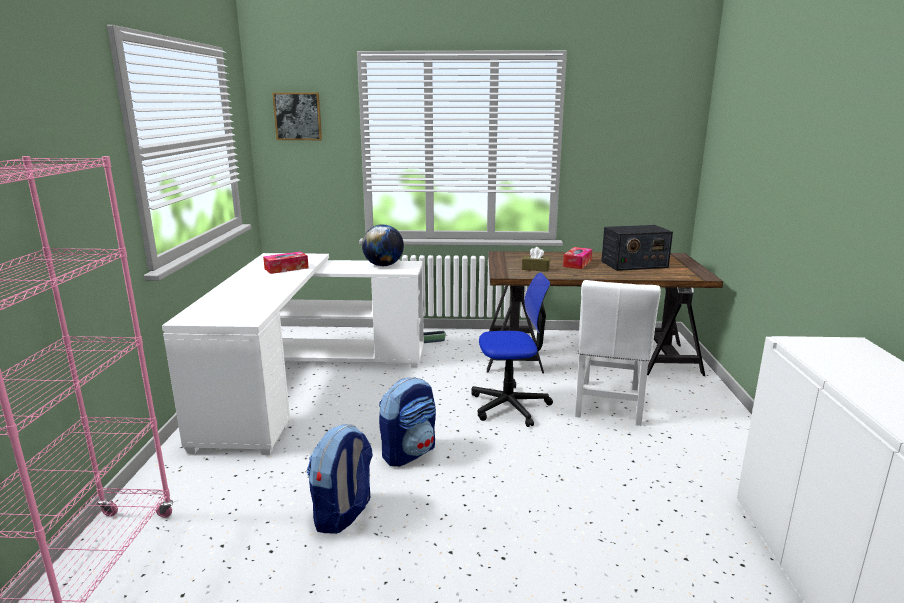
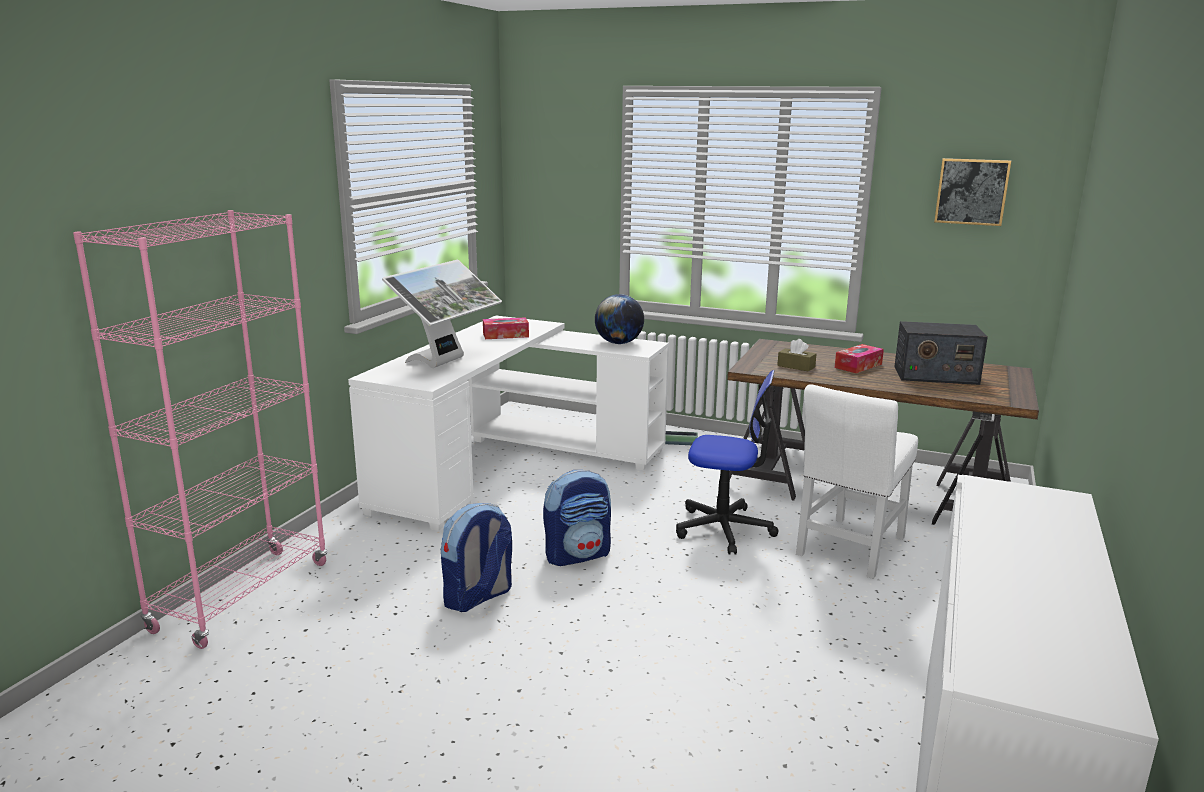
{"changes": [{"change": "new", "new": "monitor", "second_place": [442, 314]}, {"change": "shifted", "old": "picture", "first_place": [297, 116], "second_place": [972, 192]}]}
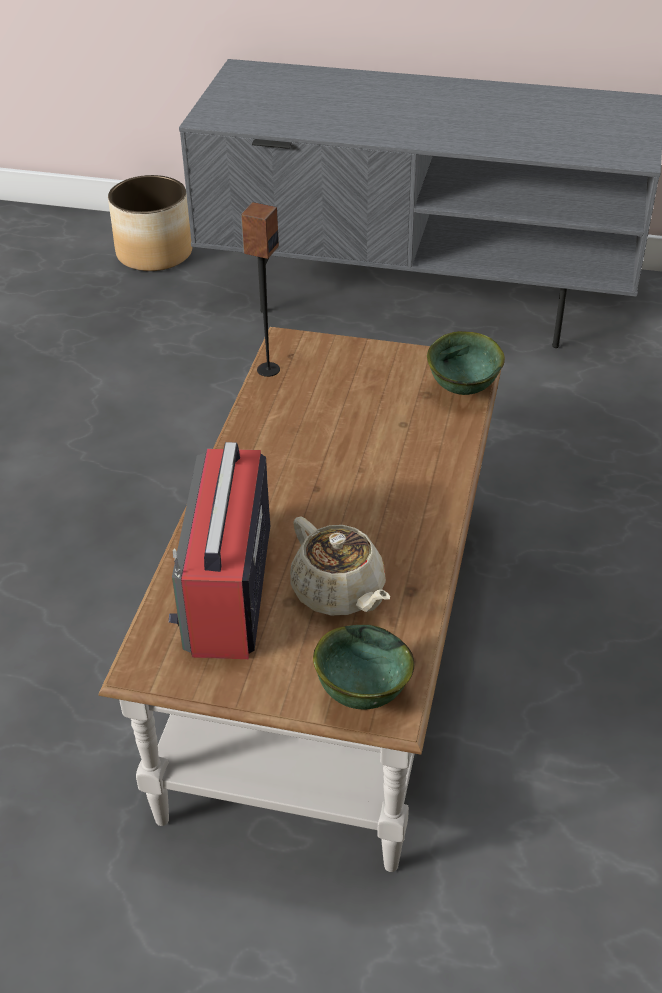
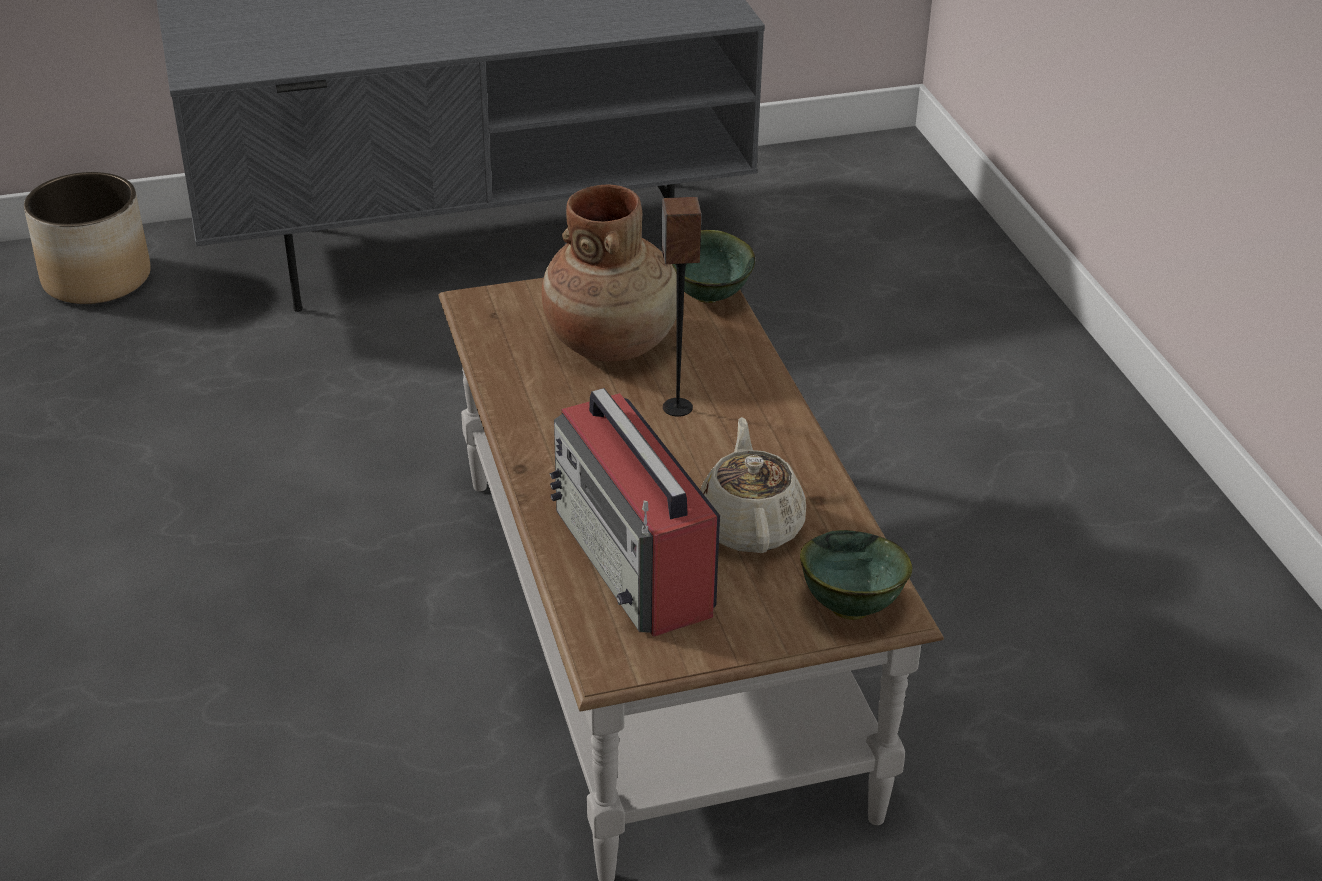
{"changes": [{"change": "new", "new": "brown vase", "second_place": [609, 272]}, {"change": "shifted", "old": "speaker", "first_place": [260, 289], "second_place": [681, 307]}, {"change": "rotated", "old": "beige teapot", "first_place": [340, 566], "second_place": [753, 485], "degrees": -120}]}
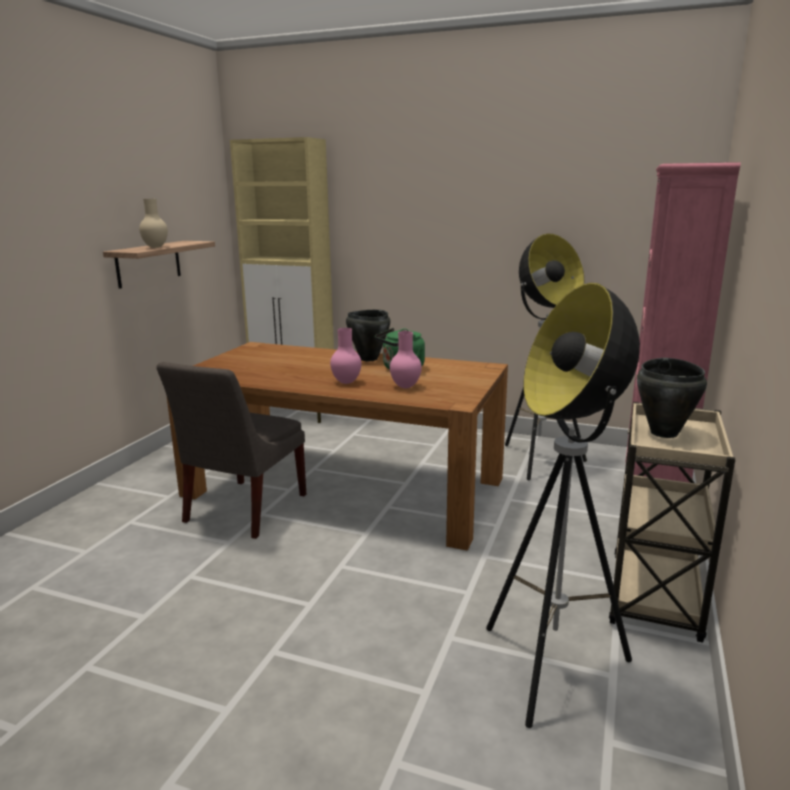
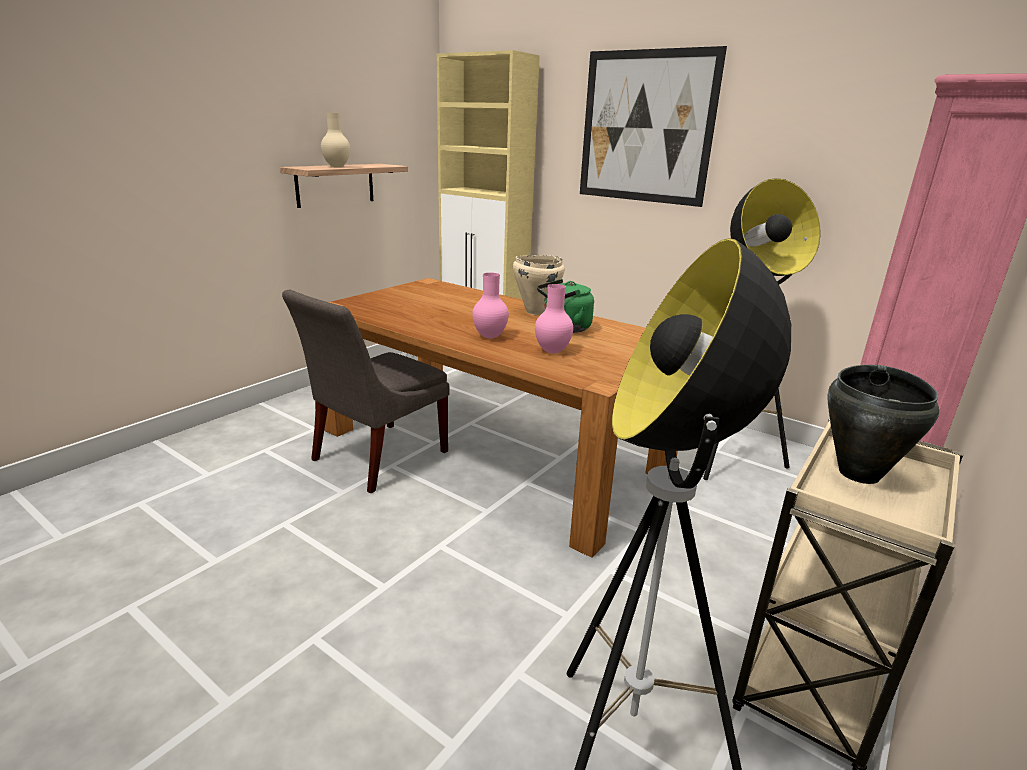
{"changes": [{"change": "repainted", "old": "black cooking pot", "new": "beige cooking pot", "first_place": [368, 335], "second_place": [539, 285]}, {"change": "new", "new": "picture", "second_place": [653, 126]}]}
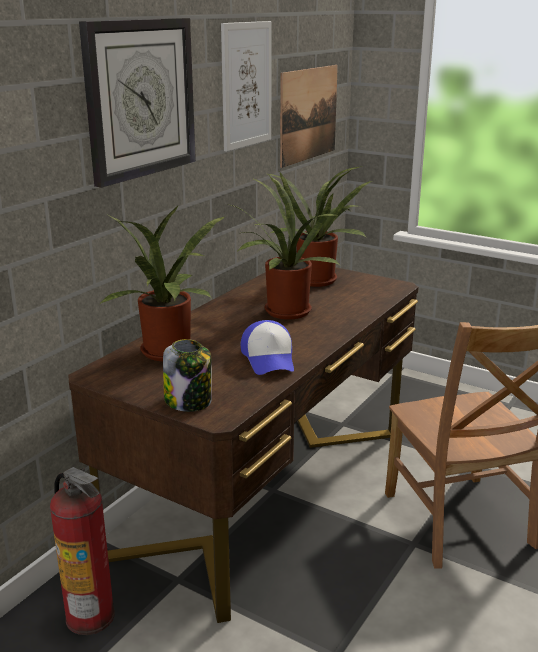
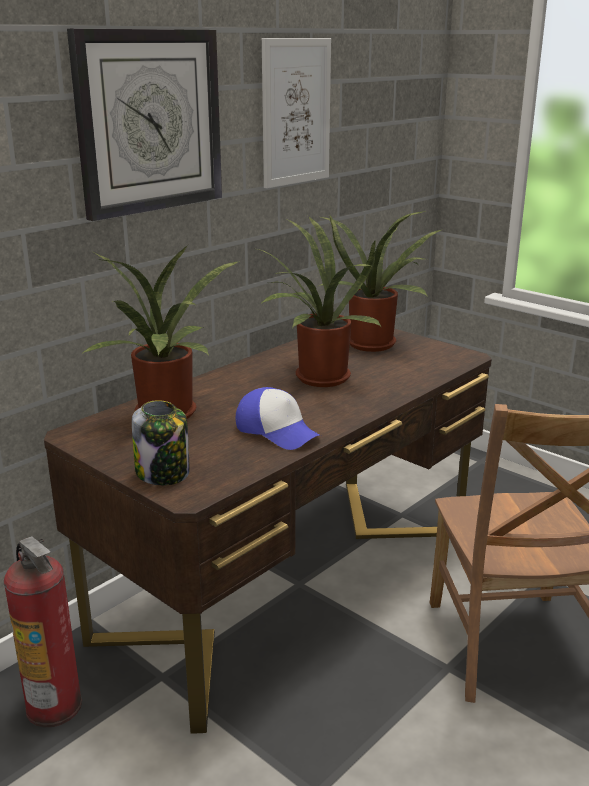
{"changes": [{"change": "rotated", "old": "cap", "first_place": [267, 347], "second_place": [278, 418], "degrees": -45}, {"change": "gone", "old": "picture", "first_place": [309, 116]}]}
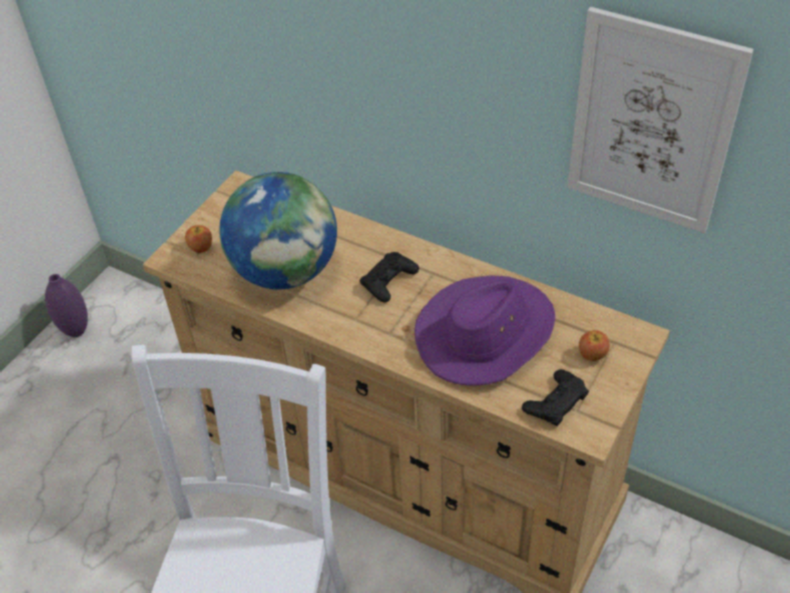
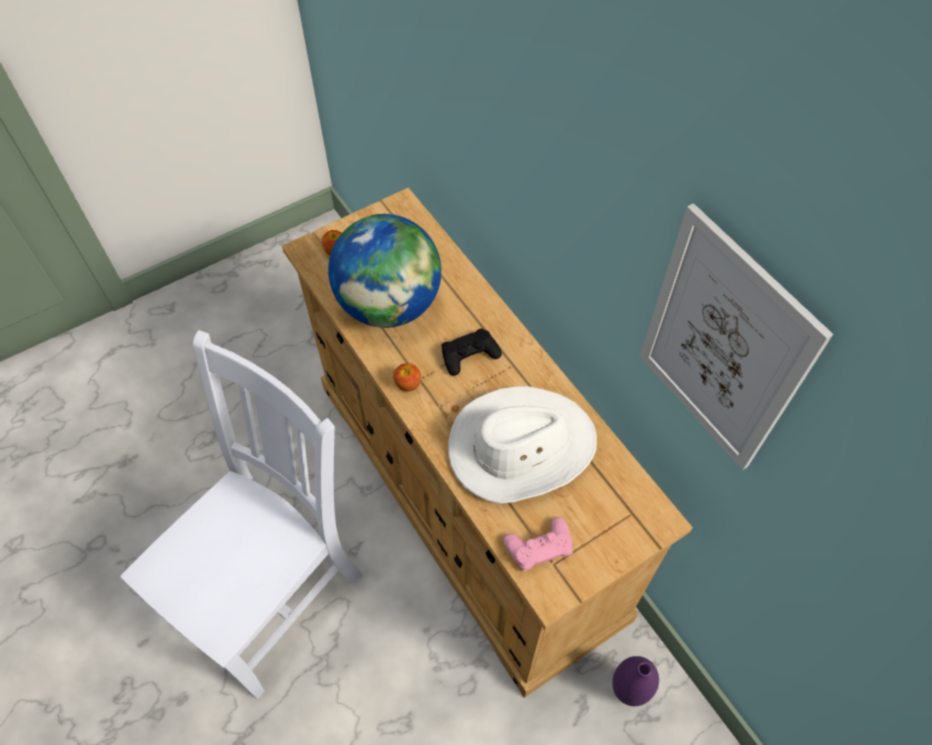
{"changes": [{"change": "shifted", "old": "apple", "first_place": [594, 345], "second_place": [407, 377]}, {"change": "repainted", "old": "purple hat", "new": "white hat", "first_place": [484, 330], "second_place": [522, 445]}, {"change": "repainted", "old": "black game controller", "new": "pink game controller", "first_place": [555, 397], "second_place": [538, 544]}, {"change": "shifted", "old": "purple vase", "first_place": [66, 305], "second_place": [635, 681]}]}
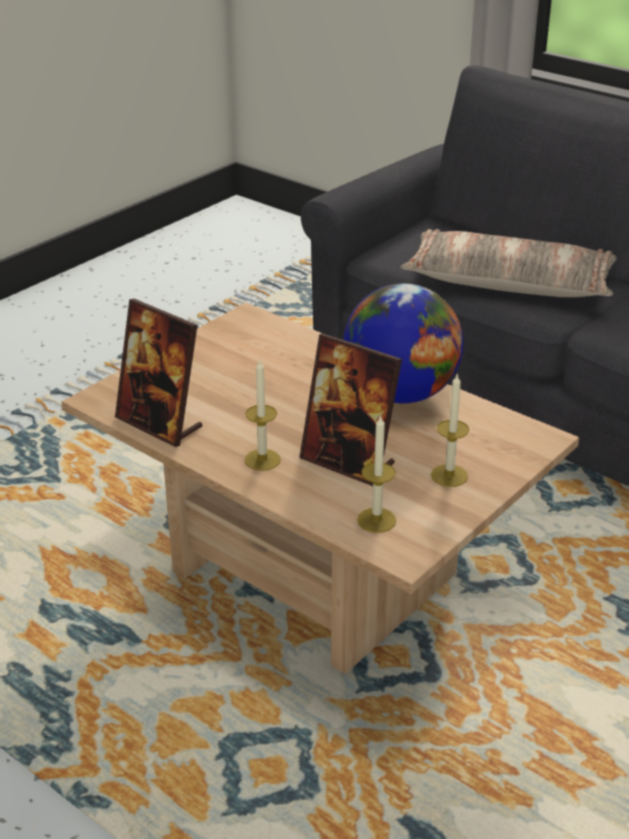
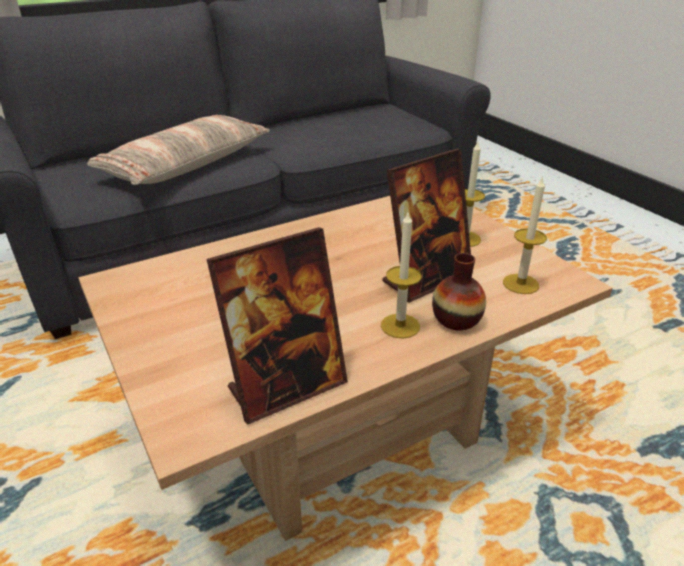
{"changes": [{"change": "new", "new": "vase", "second_place": [459, 292]}, {"change": "gone", "old": "globe", "first_place": [403, 343]}]}
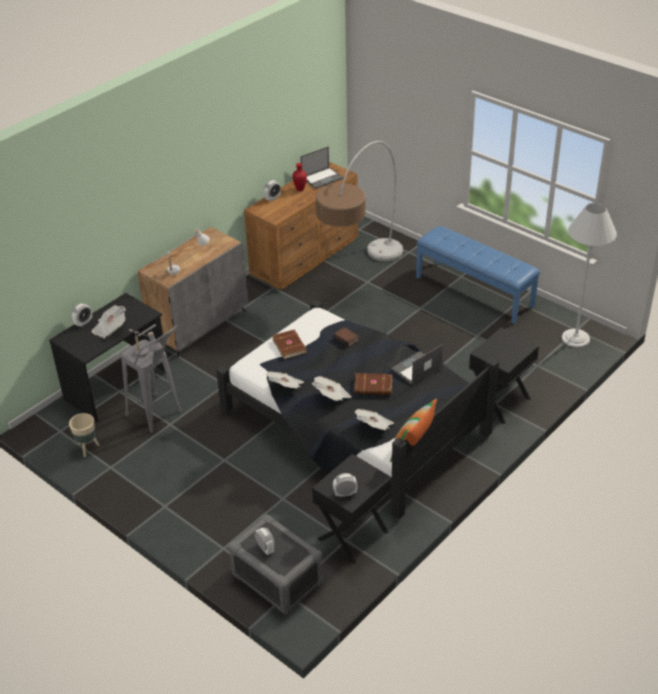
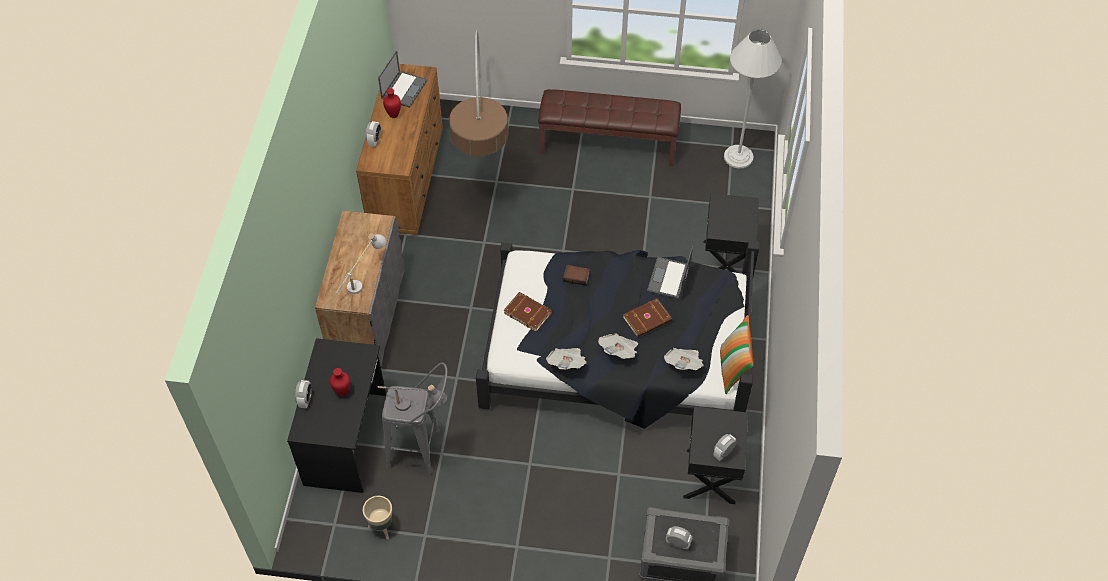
{"changes": [{"change": "swapped", "old": "newspaper", "new": "red vase", "first_place": [109, 322], "second_place": [340, 382]}, {"change": "repainted", "old": "blue bench", "new": "brown bench", "first_place": [478, 275], "second_place": [609, 127]}]}
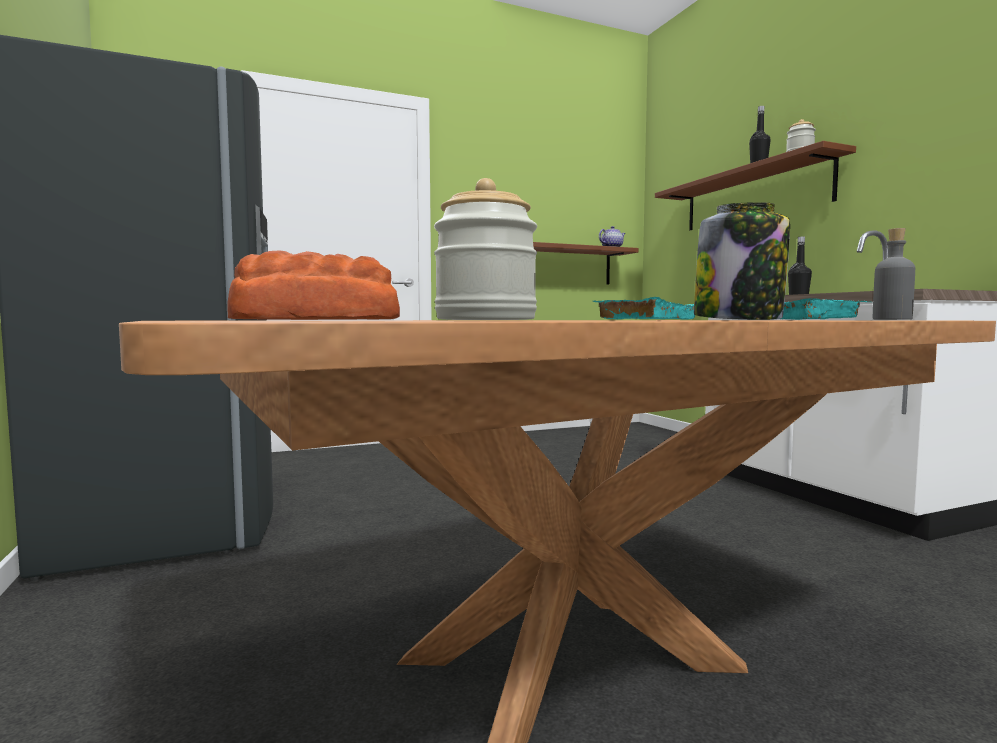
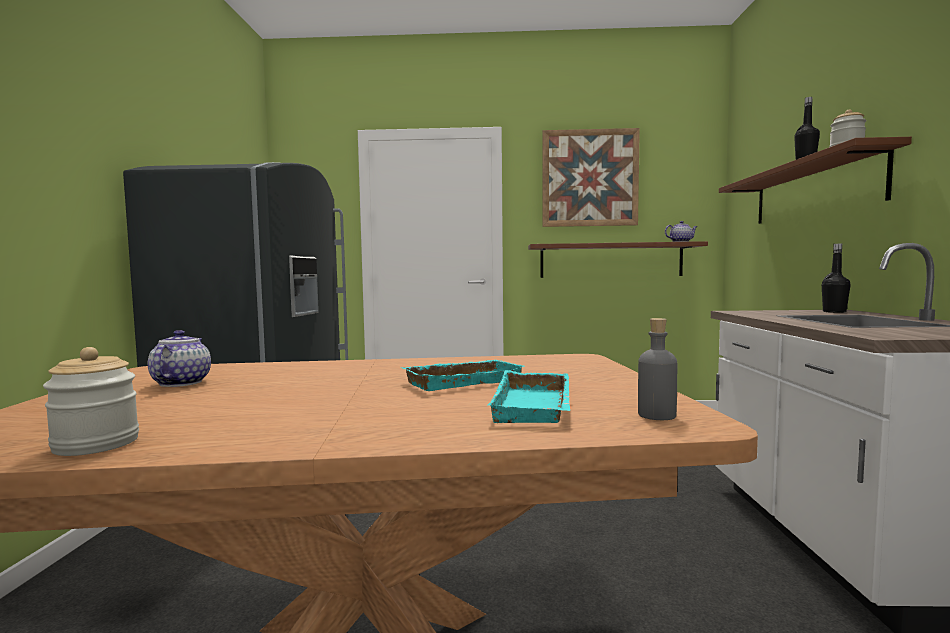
{"changes": [{"change": "swapped", "old": "bread", "new": "teapot", "first_place": [313, 285], "second_place": [179, 358]}, {"change": "new", "new": "picture", "second_place": [591, 177]}, {"change": "gone", "old": "jar", "first_place": [742, 261]}]}
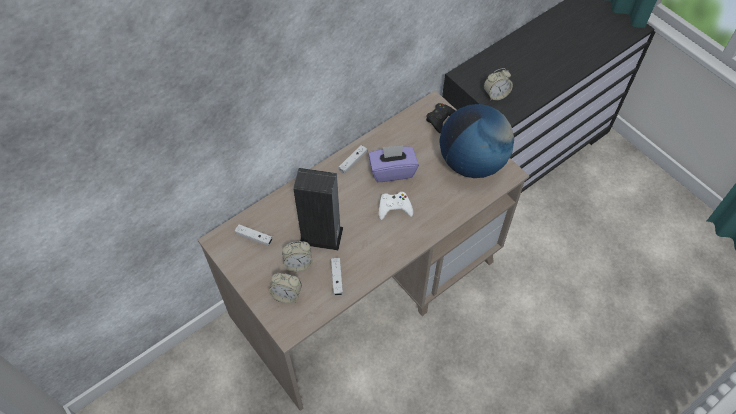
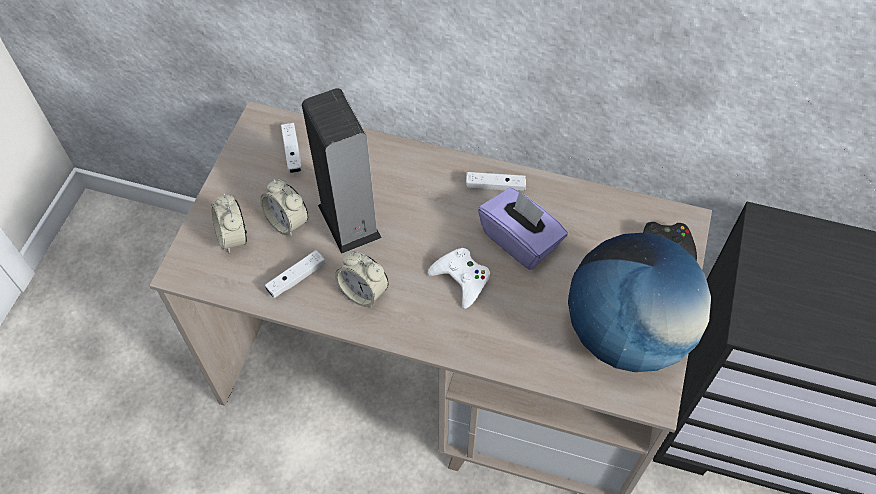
{"changes": [{"change": "shifted", "old": "alarm clock", "first_place": [498, 84], "second_place": [362, 279]}]}
